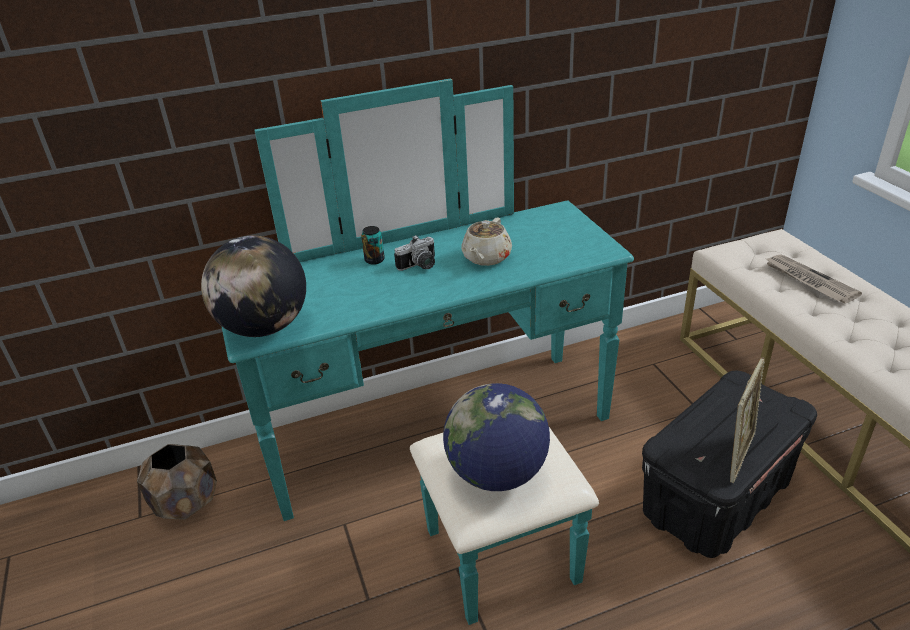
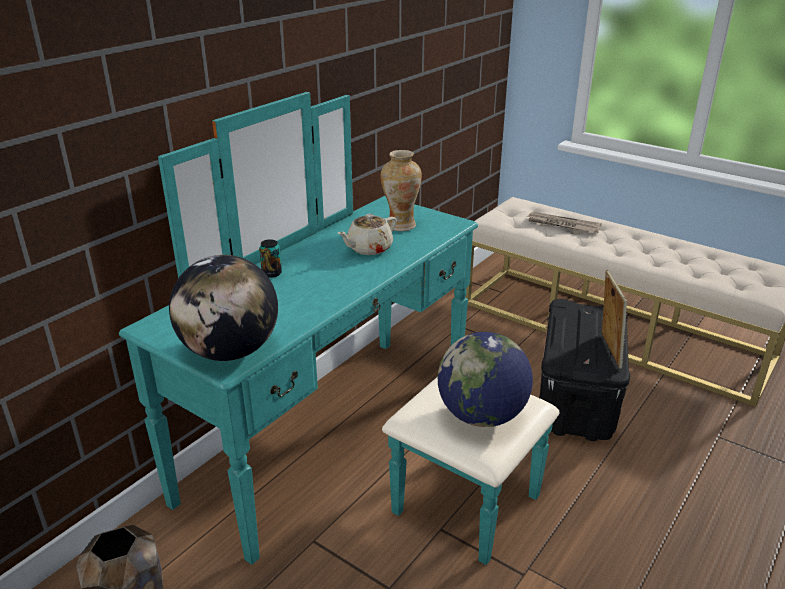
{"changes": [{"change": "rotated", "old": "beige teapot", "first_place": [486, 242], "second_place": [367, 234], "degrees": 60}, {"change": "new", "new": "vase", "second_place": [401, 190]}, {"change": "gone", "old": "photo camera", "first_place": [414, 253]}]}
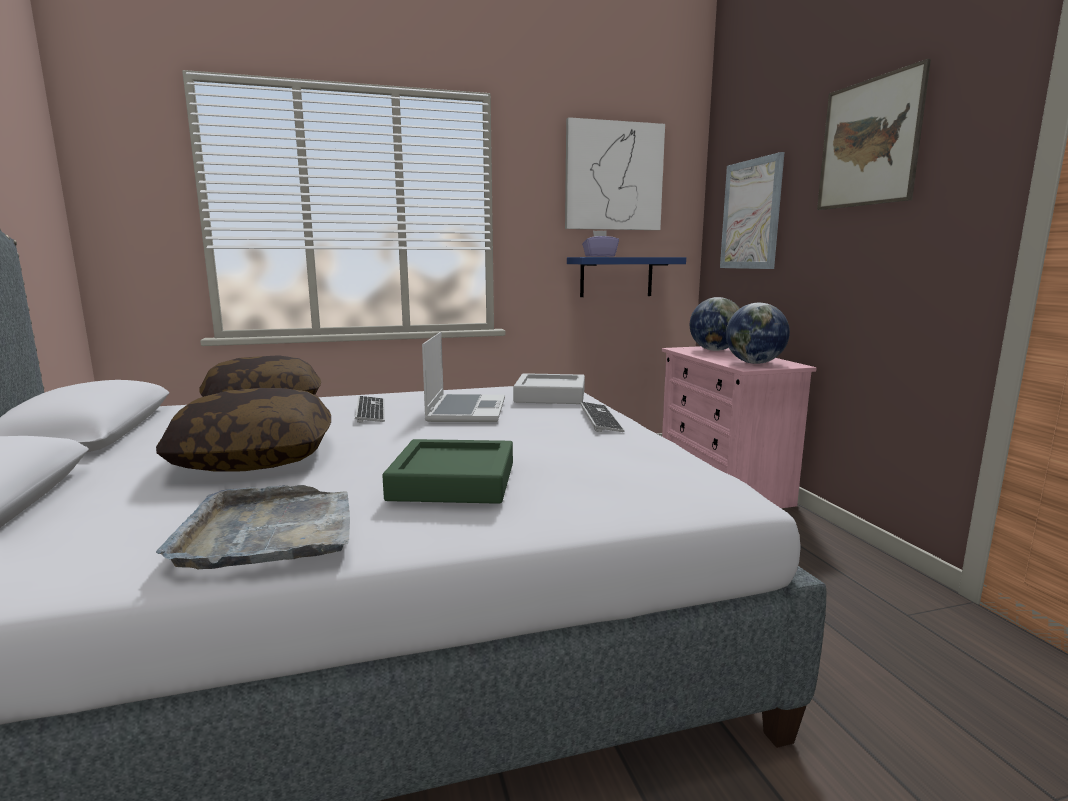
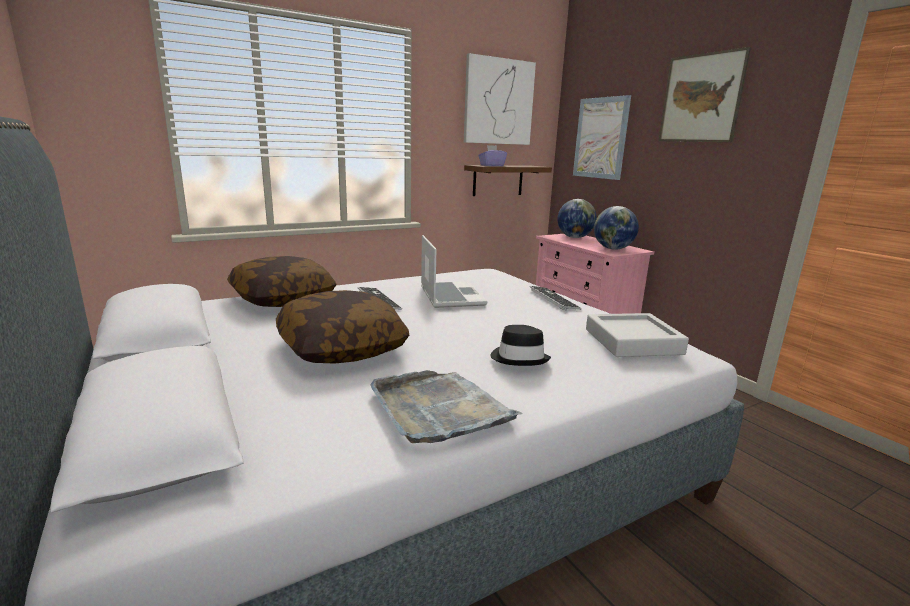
{"changes": [{"change": "repainted", "old": "blue shelf", "new": "brown shelf", "first_place": [626, 277], "second_place": [508, 180]}, {"change": "swapped", "old": "green tray", "new": "black hat", "first_place": [447, 471], "second_place": [521, 345]}, {"change": "shifted", "old": "grey tray", "first_place": [549, 388], "second_place": [637, 335]}]}
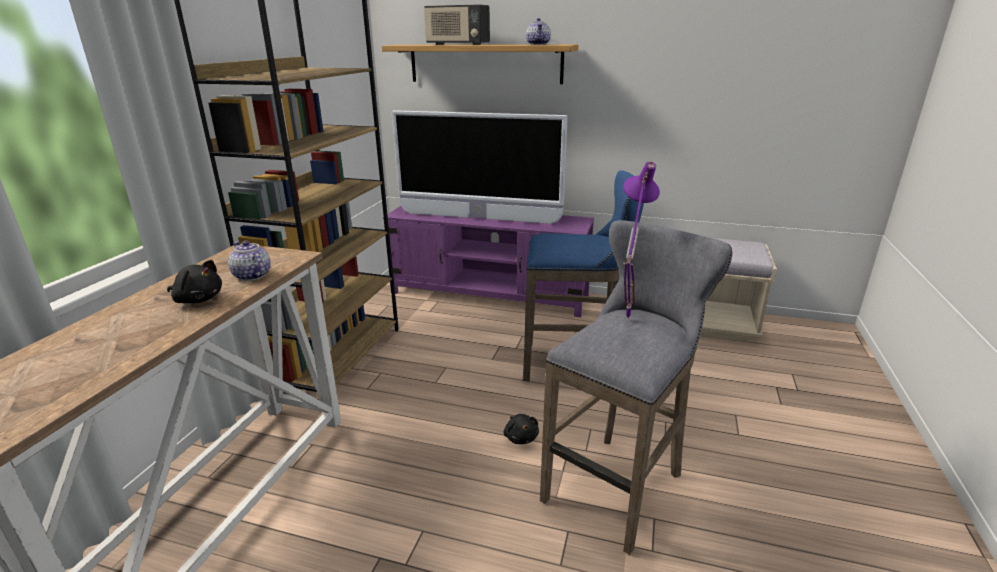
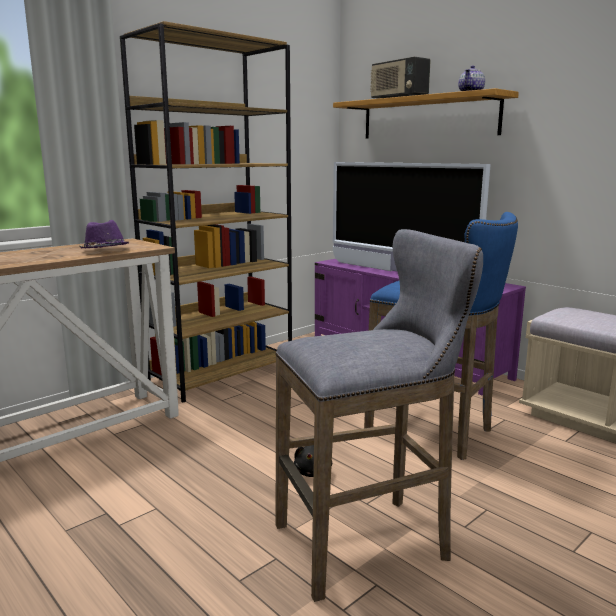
{"changes": [{"change": "swapped", "old": "teapot", "new": "purple hat", "first_place": [249, 261], "second_place": [104, 234]}, {"change": "gone", "old": "black plush toy", "first_place": [194, 281]}, {"change": "gone", "old": "purple table lamp", "first_place": [641, 242]}]}
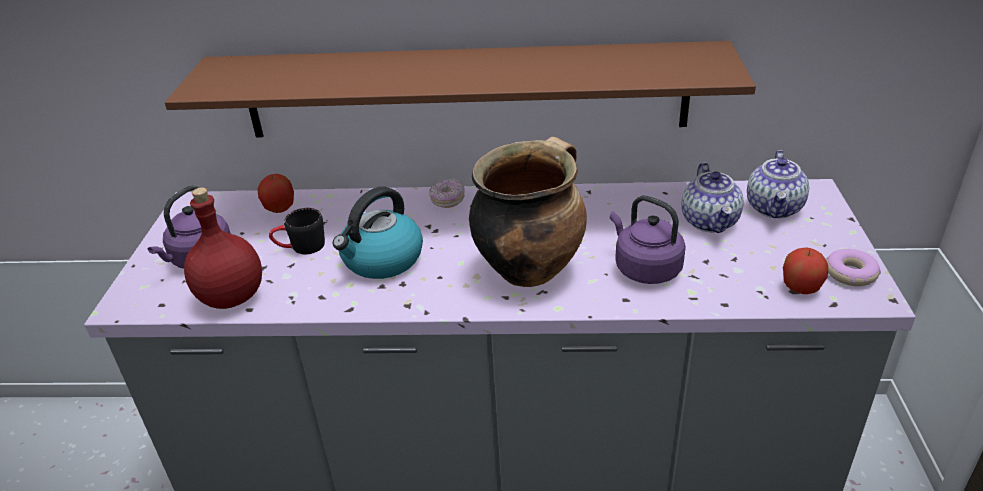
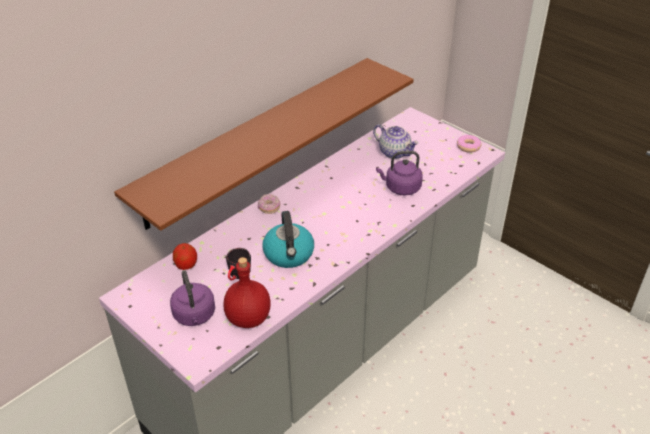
{"changes": [{"change": "gone", "old": "cooking pot", "first_place": [528, 212]}, {"change": "gone", "old": "teapot", "first_place": [778, 184]}, {"change": "gone", "old": "apple", "first_place": [805, 270]}]}
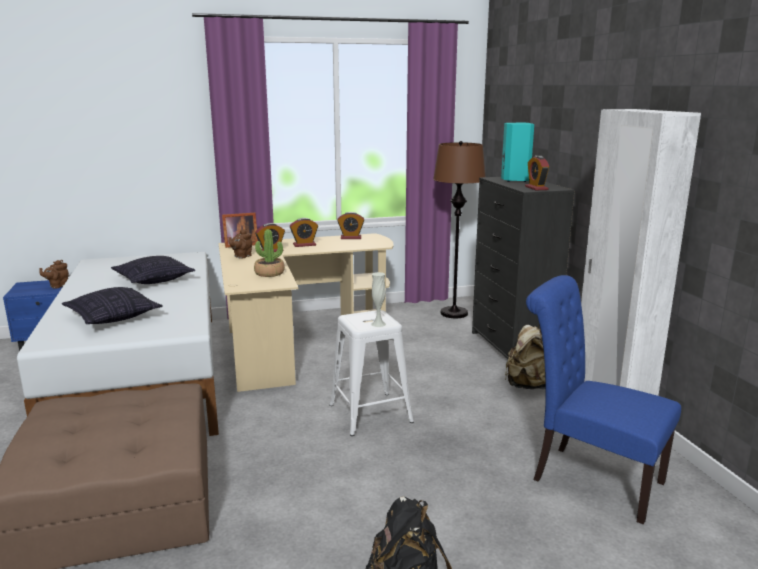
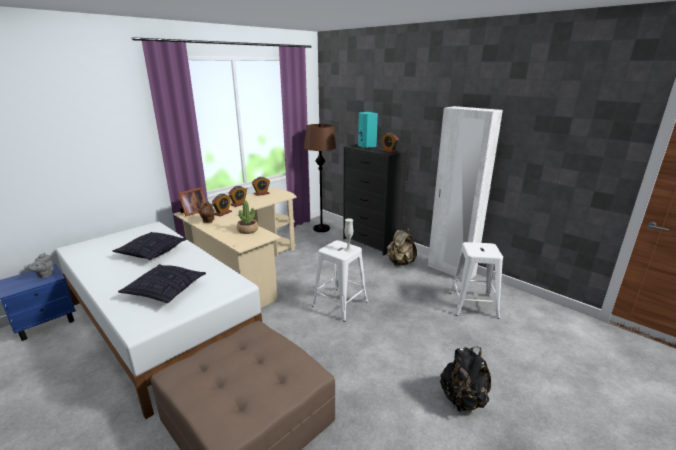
{"changes": [{"change": "repainted", "old": "brown teapot", "new": "grey teapot", "first_place": [54, 274], "second_place": [41, 266]}, {"change": "swapped", "old": "blue chair", "new": "white stool", "first_place": [603, 400], "second_place": [476, 280]}]}
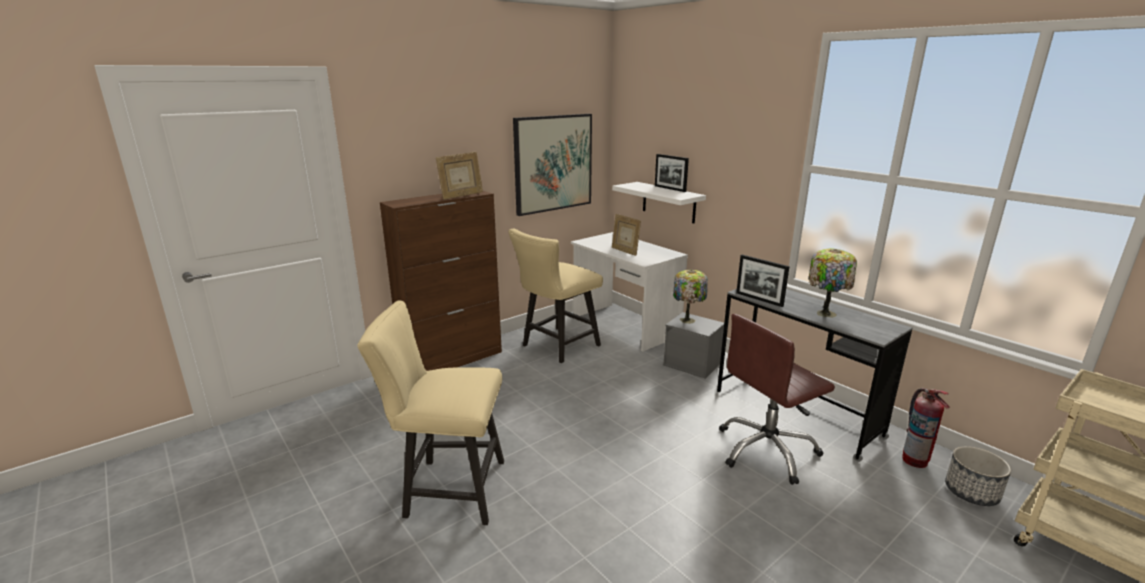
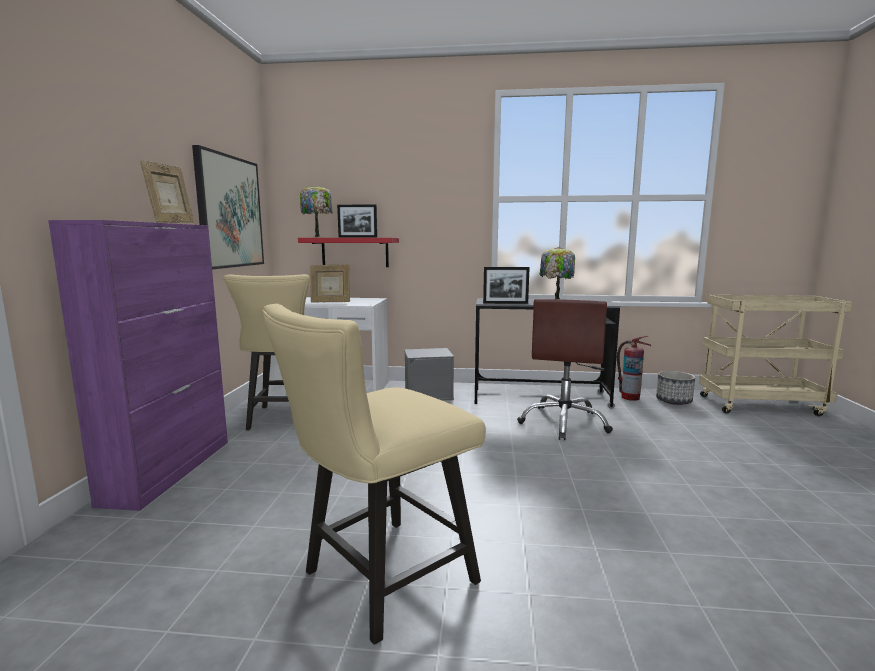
{"changes": [{"change": "repainted", "old": "brown cabinet", "new": "purple cabinet", "first_place": [441, 281], "second_place": [138, 365]}, {"change": "repainted", "old": "white shelf", "new": "red shelf", "first_place": [659, 202], "second_place": [348, 252]}, {"change": "shifted", "old": "table lamp", "first_place": [690, 297], "second_place": [316, 211]}]}
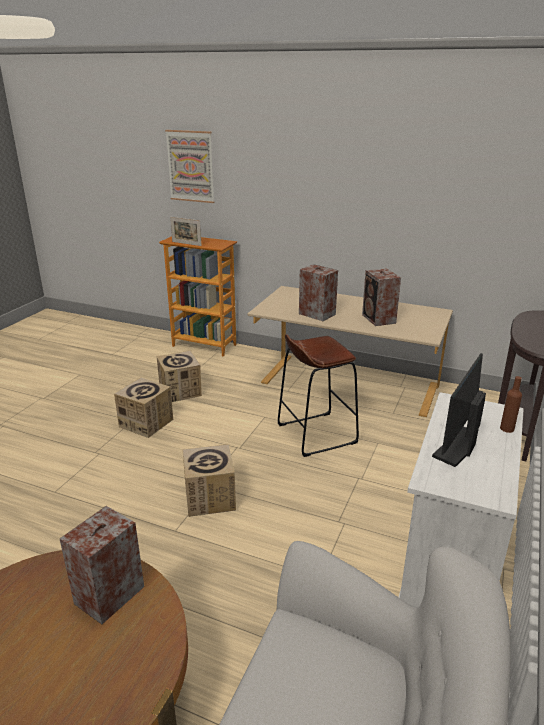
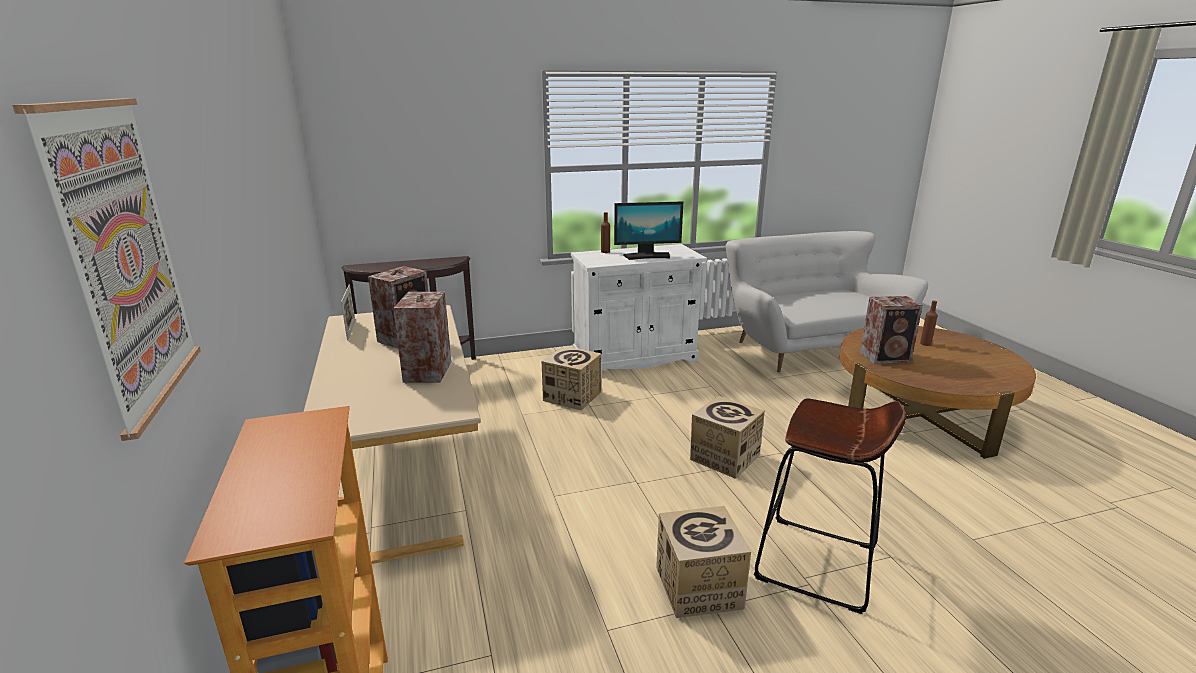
{"changes": [{"change": "shifted", "old": "picture frame", "first_place": [186, 231], "second_place": [348, 312]}, {"change": "shifted", "old": "cardboard box", "first_place": [179, 376], "second_place": [571, 378]}, {"change": "shifted", "old": "brown stool", "first_place": [318, 395], "second_place": [830, 506]}, {"change": "new", "new": "brown bottle", "second_place": [929, 323]}]}
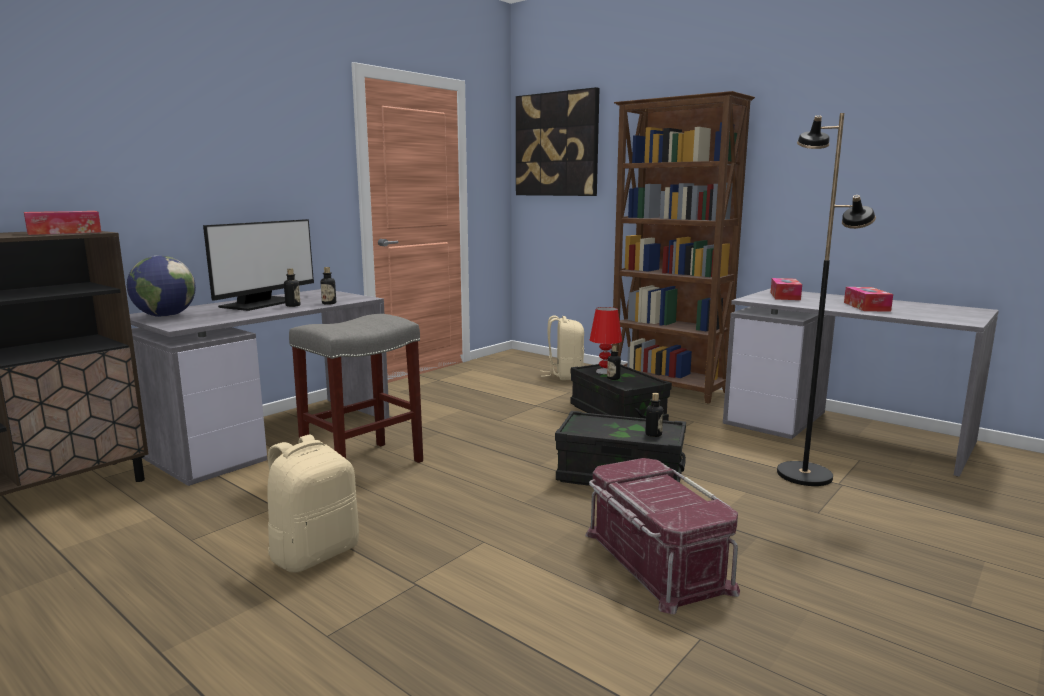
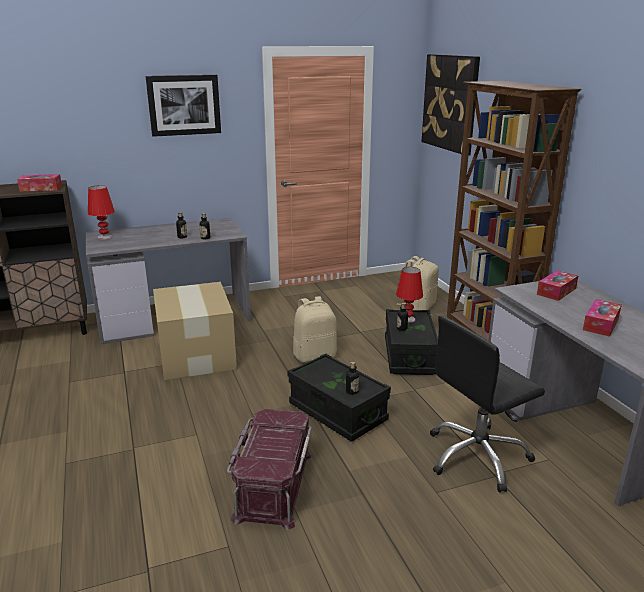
{"changes": [{"change": "swapped", "old": "globe", "new": "red table lamp", "first_place": [161, 286], "second_place": [101, 212]}, {"change": "new", "new": "picture", "second_place": [183, 106]}, {"change": "swapped", "old": "grey stool", "new": "cardboard box", "first_place": [356, 388], "second_place": [195, 331]}, {"change": "shifted", "old": "beige backpack", "first_place": [313, 504], "second_place": [315, 329]}, {"change": "swapped", "old": "black floor lamp", "new": "black office chair", "first_place": [826, 299], "second_place": [487, 404]}, {"change": "gone", "old": "monitor", "first_place": [258, 265]}]}
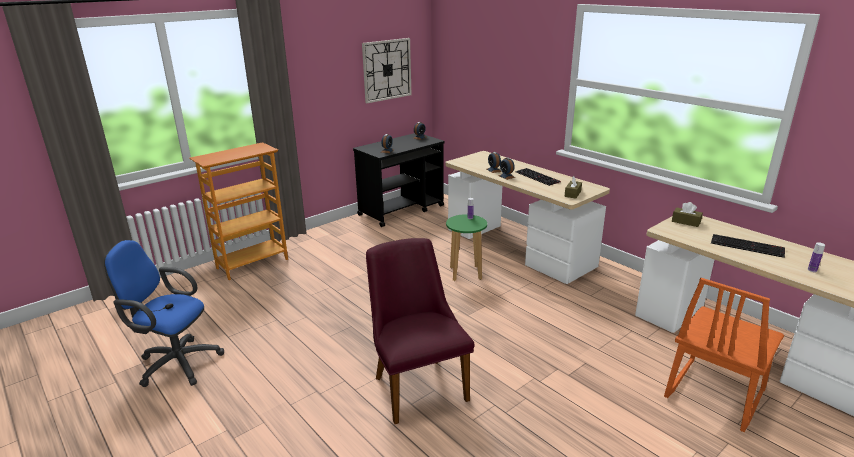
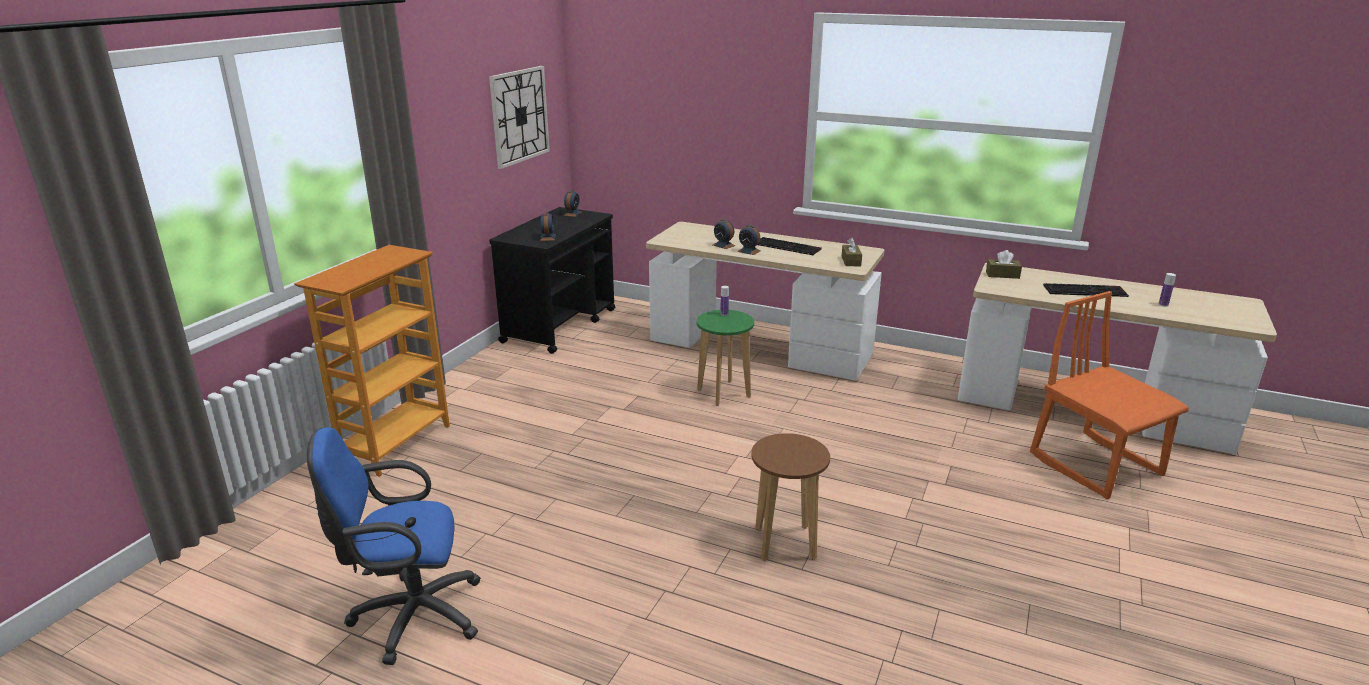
{"changes": [{"change": "swapped", "old": "purple chair", "new": "brown stool", "first_place": [420, 331], "second_place": [790, 497]}, {"change": "rotated", "old": "orange chair", "first_place": [724, 355], "second_place": [1109, 395], "degrees": 135}]}
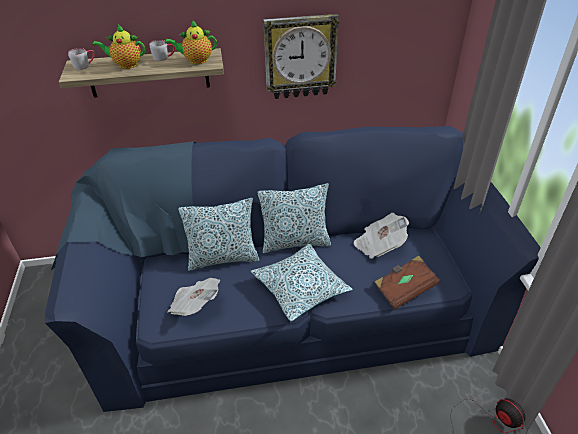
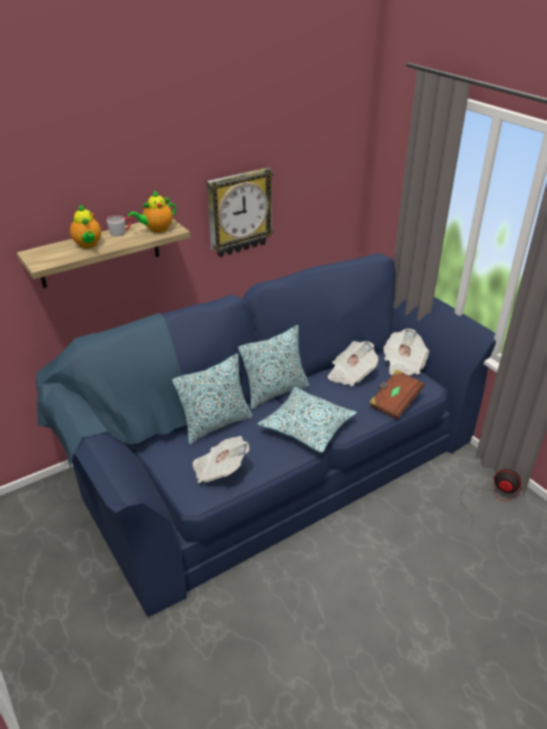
{"changes": [{"change": "rotated", "old": "teapot", "first_place": [118, 47], "second_place": [85, 226], "degrees": -90}, {"change": "new", "new": "newspaper", "second_place": [406, 352]}, {"change": "gone", "old": "grey mug", "first_place": [81, 59]}]}
